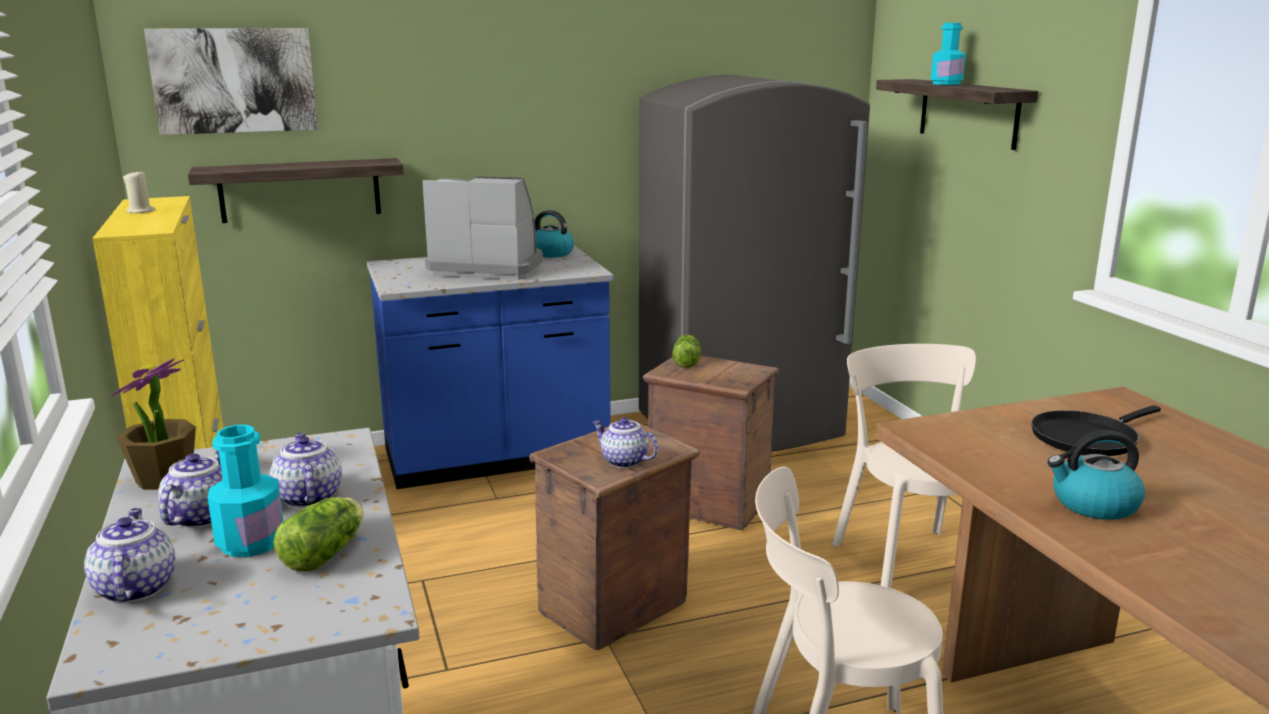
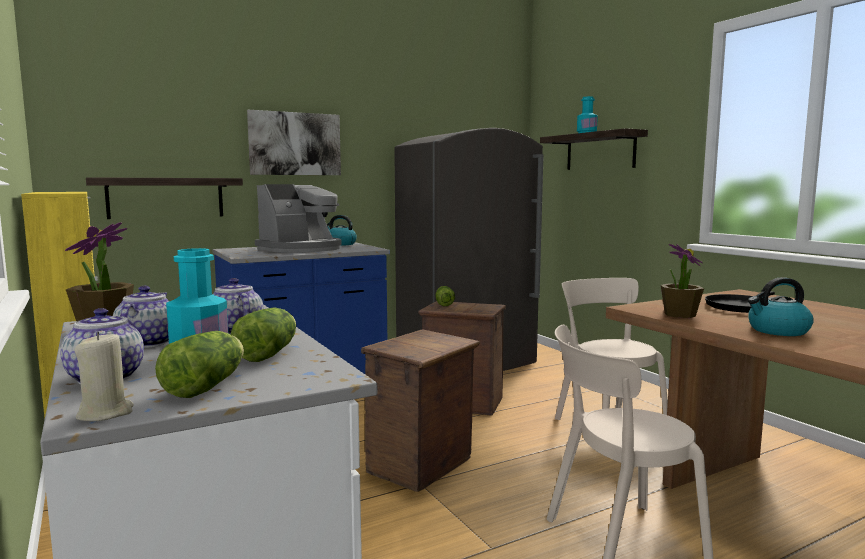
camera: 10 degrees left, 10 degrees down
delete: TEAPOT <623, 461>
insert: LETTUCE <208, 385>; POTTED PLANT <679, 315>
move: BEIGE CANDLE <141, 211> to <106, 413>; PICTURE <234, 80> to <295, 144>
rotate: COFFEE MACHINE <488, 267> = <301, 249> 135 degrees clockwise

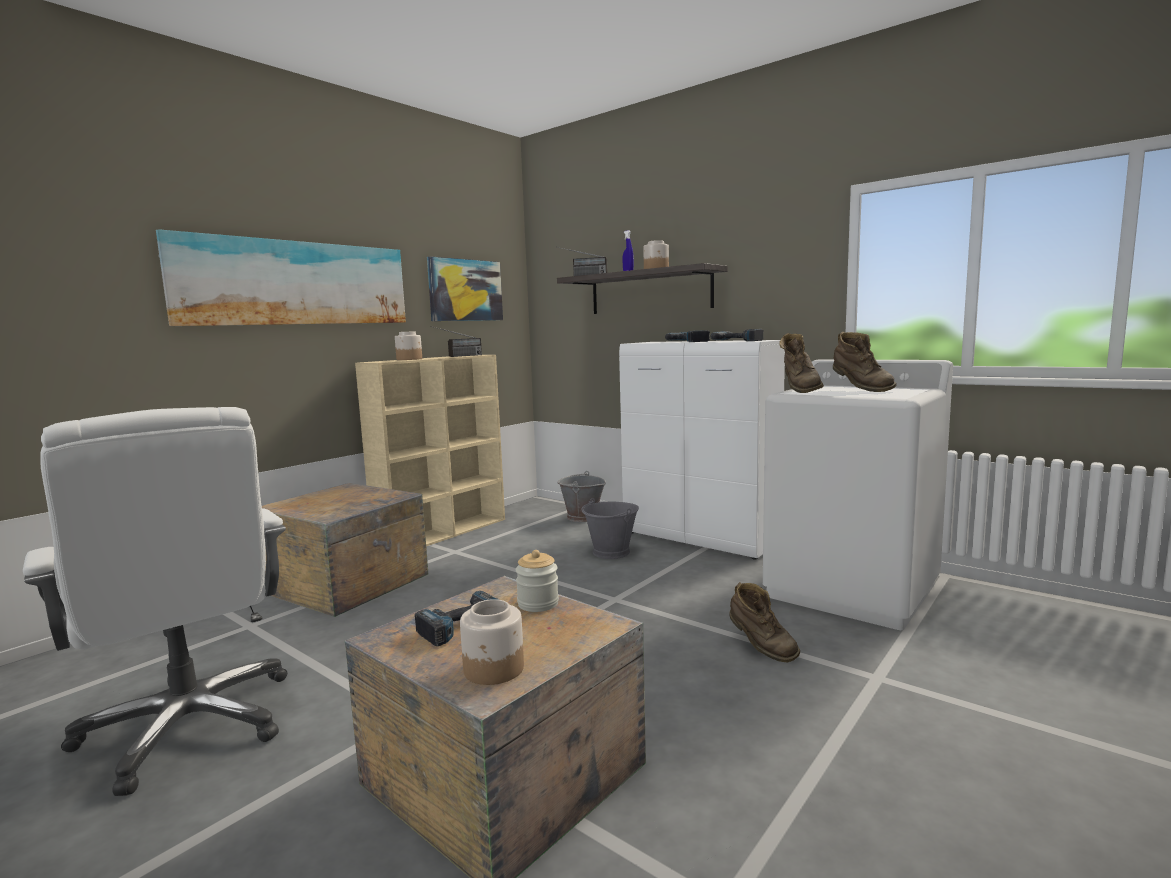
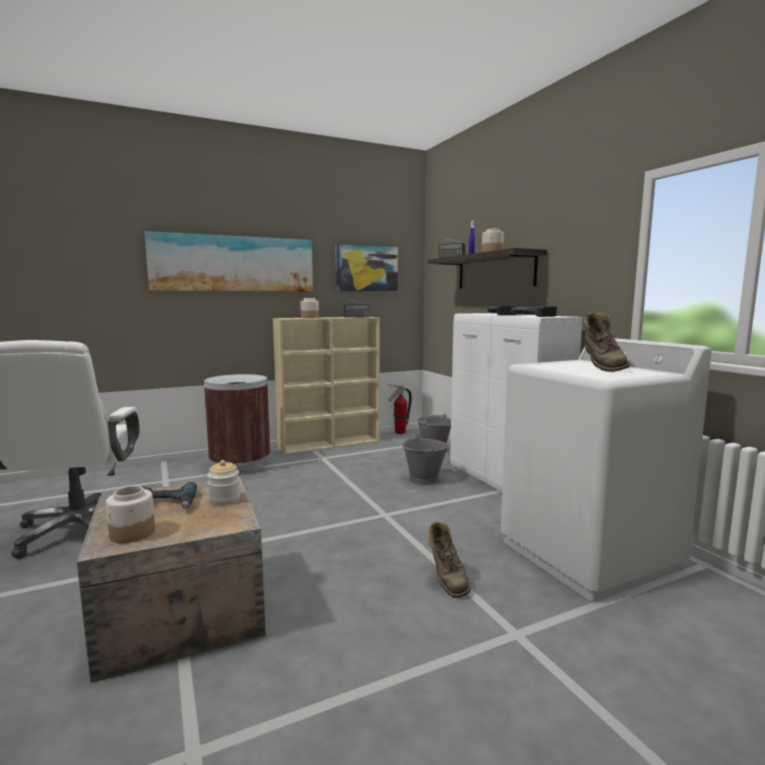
camera: 25 degrees right, 0 degrees up
delete: BROWN BOOT <799, 390>
insert: FIRE EXTINGUISHER <399, 432>
replace: CRATE <347, 582> to BROWN TRASH CAN <240, 465>

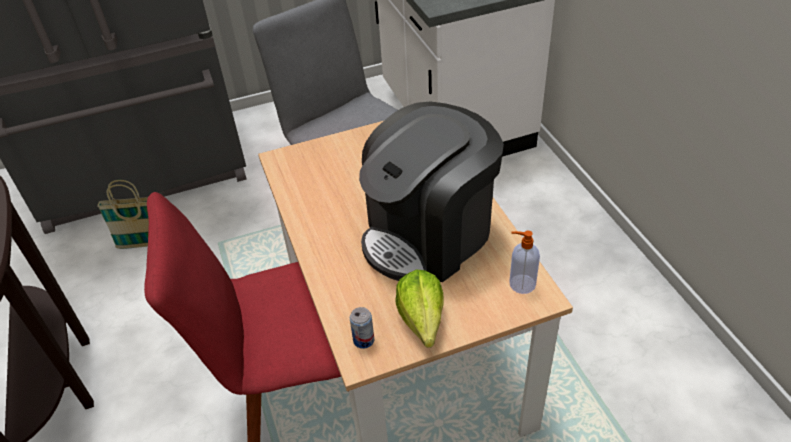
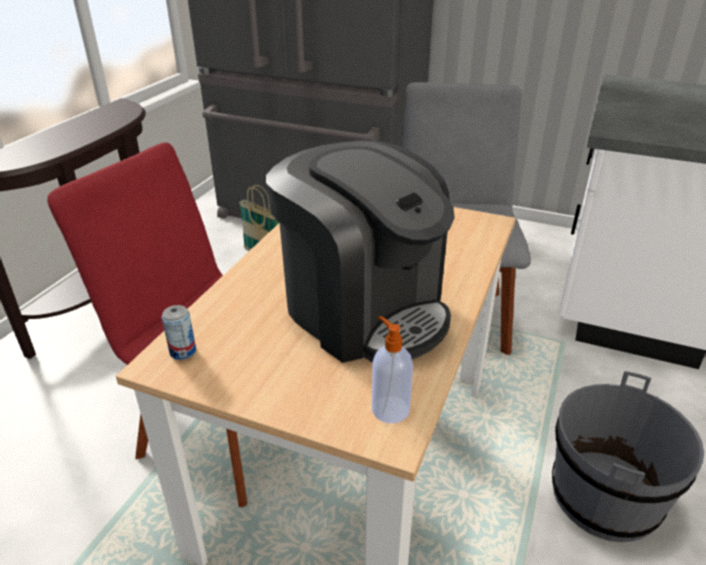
camera: 40 degrees right, 10 degrees down
delete: LETTUCE <421, 326>
insert: GREY BUCKET <604, 496>
rotate: COFFEE MACHINE <429, 235> = <363, 310> 135 degrees counterclockwise

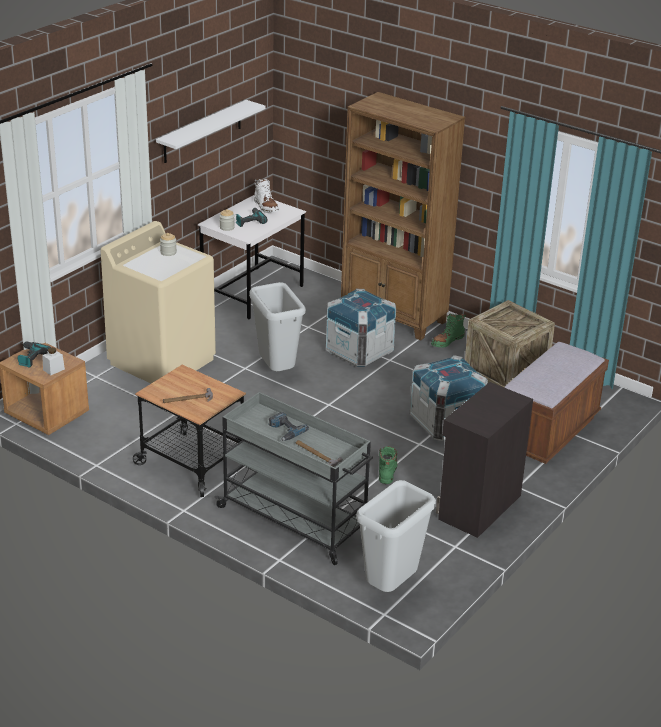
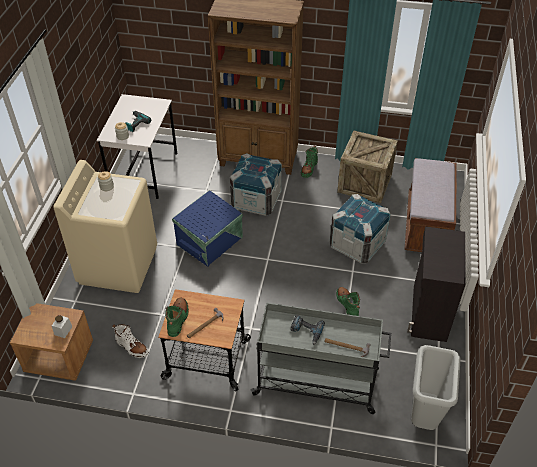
camera: 25 degrees left, 15 degrees up
delete: POWER DRILL <30, 357>; WHITE SHELF <202, 131>
insert: GREEN BOOT <178, 319>
move: WHITE BOOT <266, 207> to <132, 347>
replace: GREY TRASH CAN <277, 371> to BLUE STORAGE BOX <211, 241>

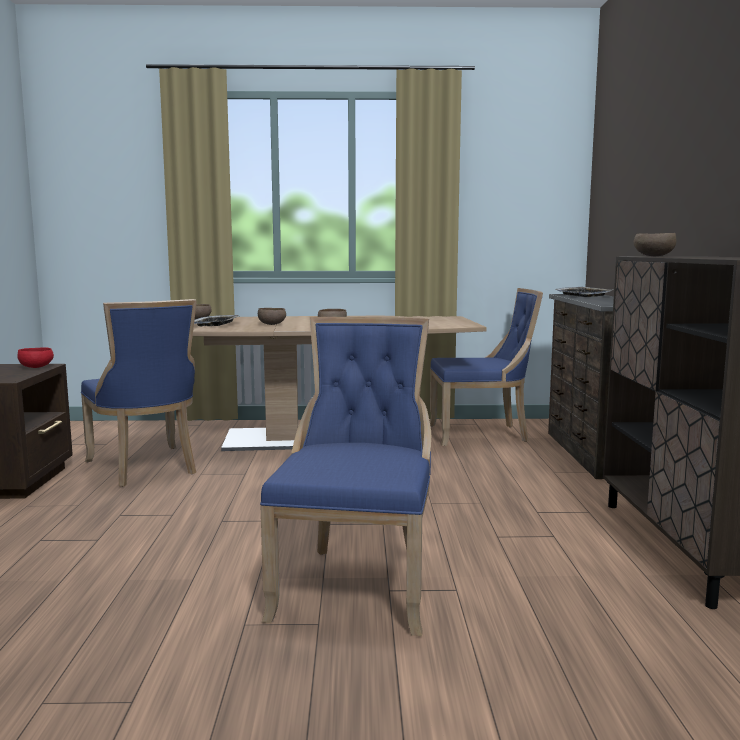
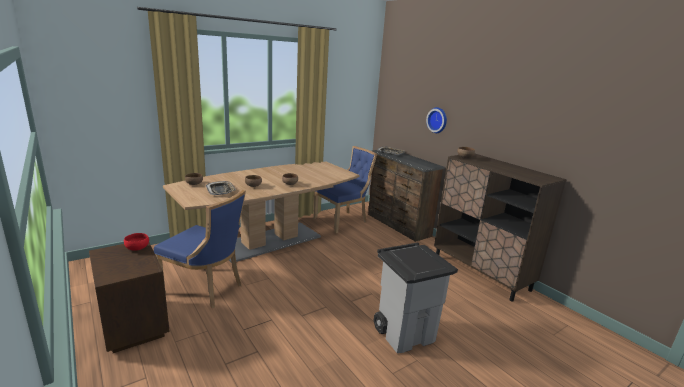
camera: 35 degrees left, 10 degrees up
insert: WALL CLOCK <438, 120>
replace: BLUE CHAIR <357, 584> to GREY TRASH CAN <405, 333>

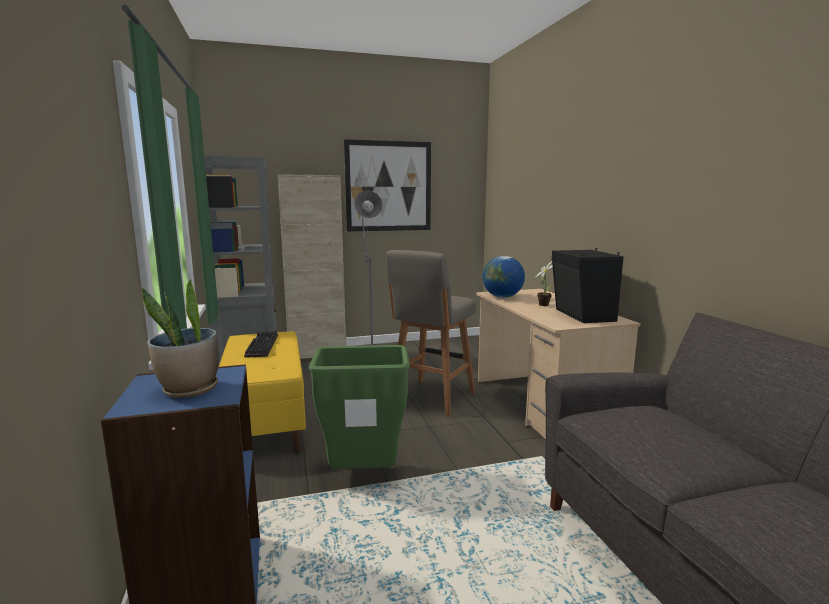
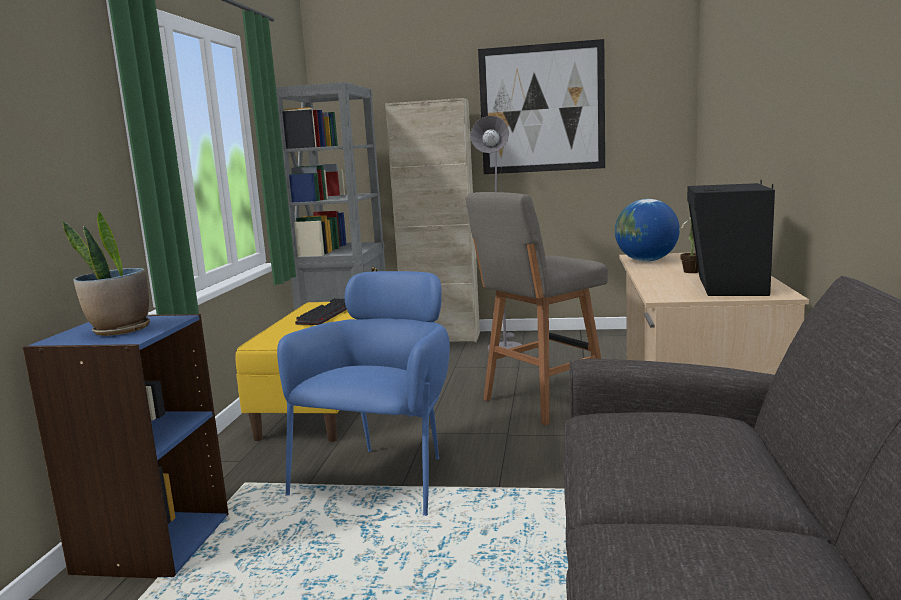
camera: 25 degrees right, 0 degrees up
replace: GREEN TRASH CAN <365, 475> to BLUE ARMCHAIR <383, 475>

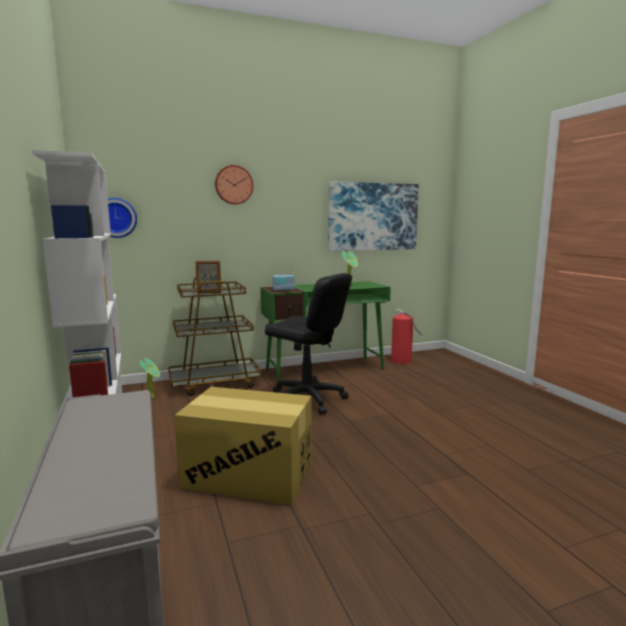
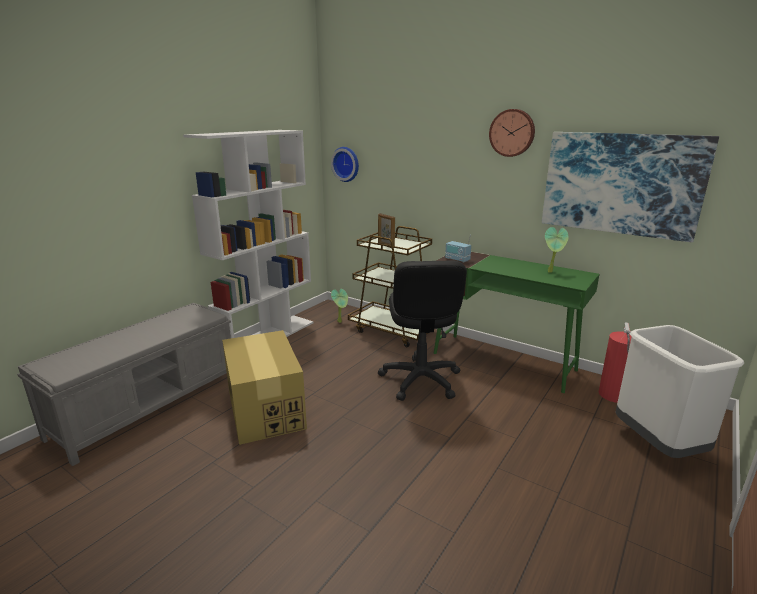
camera: 55 degrees right, 10 degrees up
insert: WHITE TRASH CAN <658, 444>
move: WALL CLOCK <233, 185> to <512, 133>

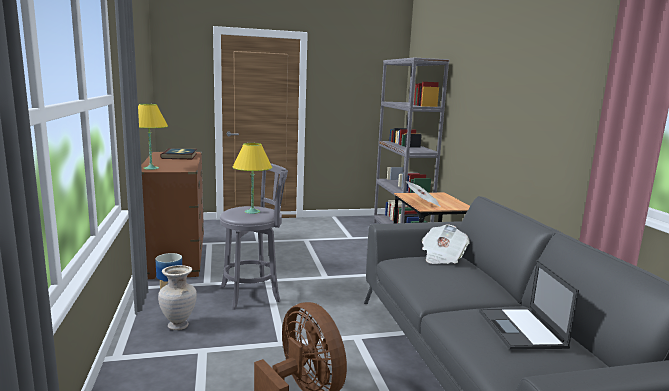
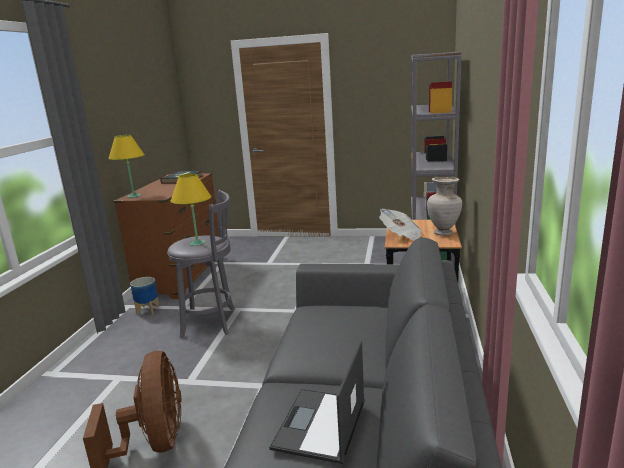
camera: 25 degrees right, 5 degrees up
delete: NEWSPAPER <442, 257>
move: BEIGE VASE <179, 325> to <444, 233>

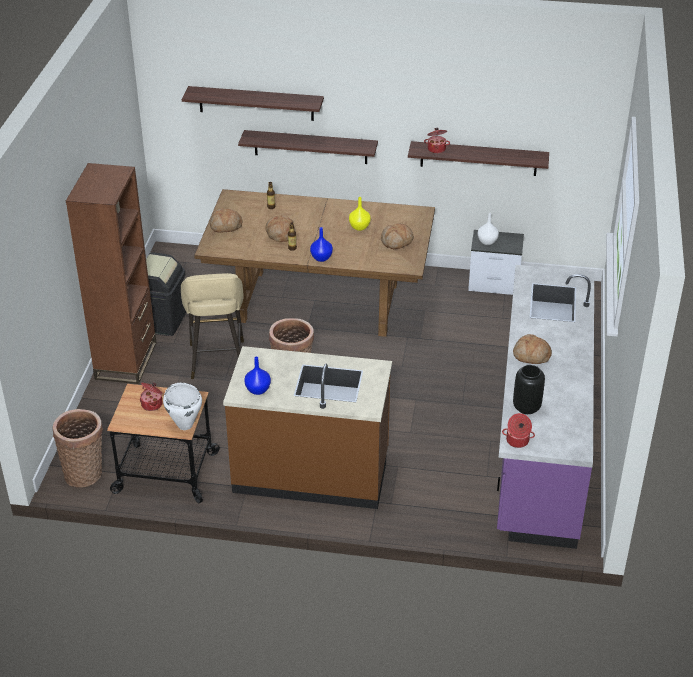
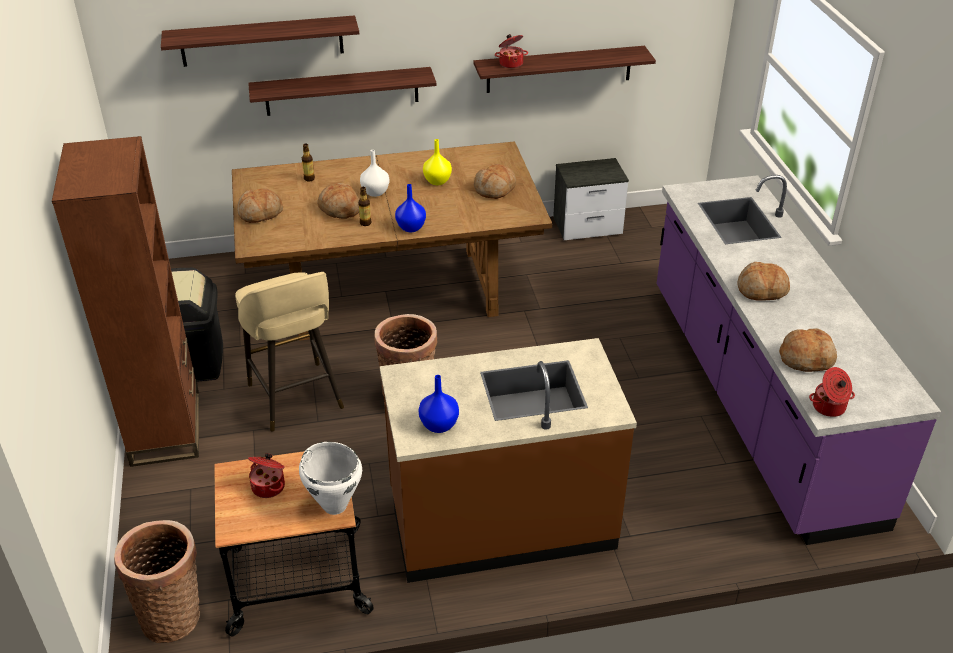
camera: 20 degrees left, 0 degrees up
move: WHITE VASE <487, 242> to <376, 192>
replace: BLACK VASE <527, 407> to BREAD <806, 358>

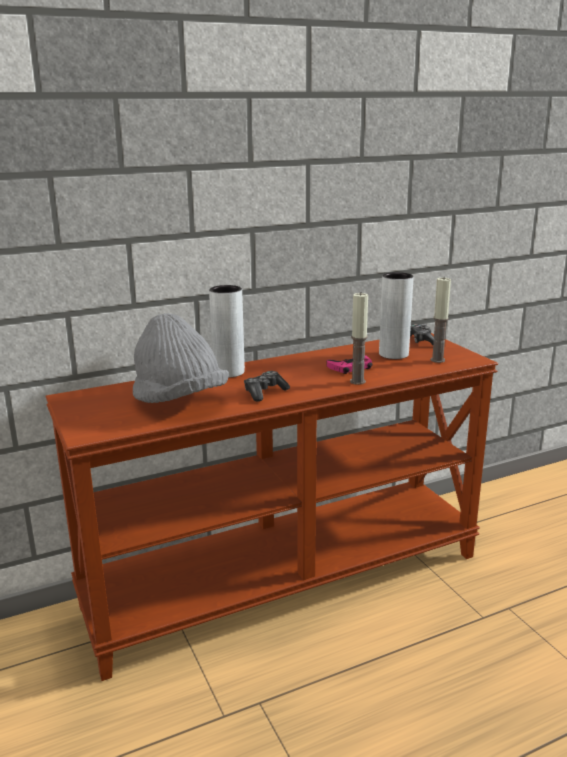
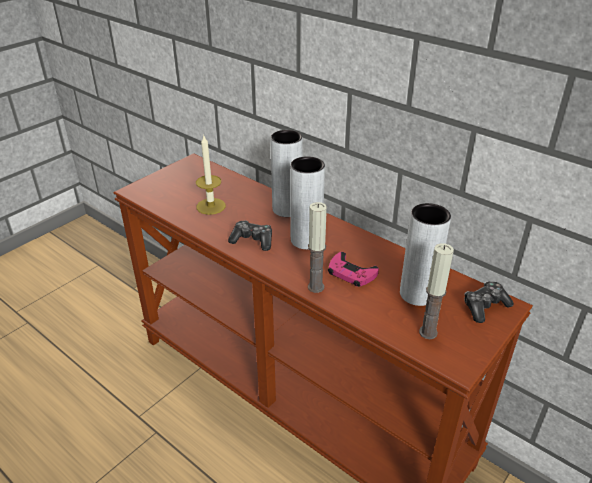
camera: 65 degrees right, 15 degrees up
insert: GREY VASE <306, 240>
replace: GREY HAT <179, 401> to CANDLE <211, 206>

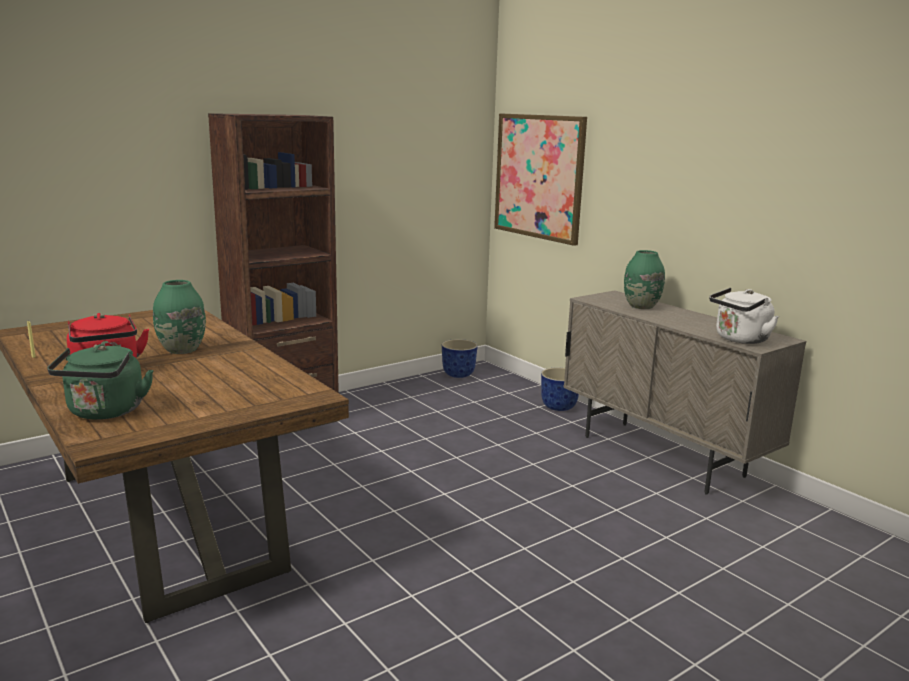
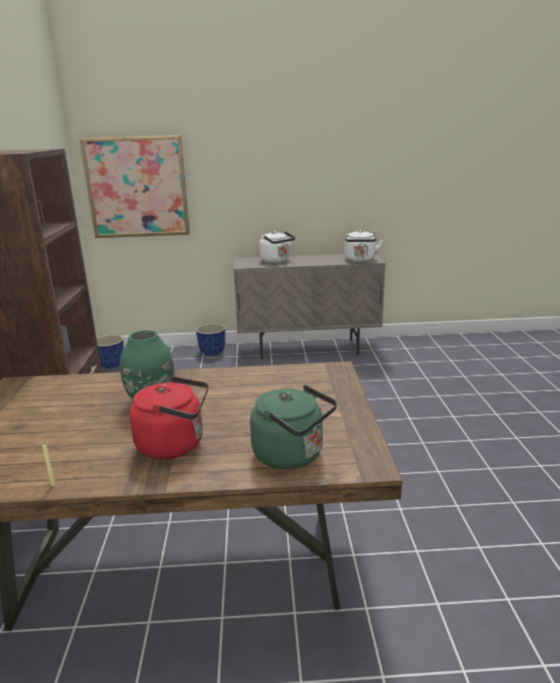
camera: 55 degrees left, 5 degrees up
replace: GREEN VASE <641, 306> to WHITE KETTLE <277, 261>

